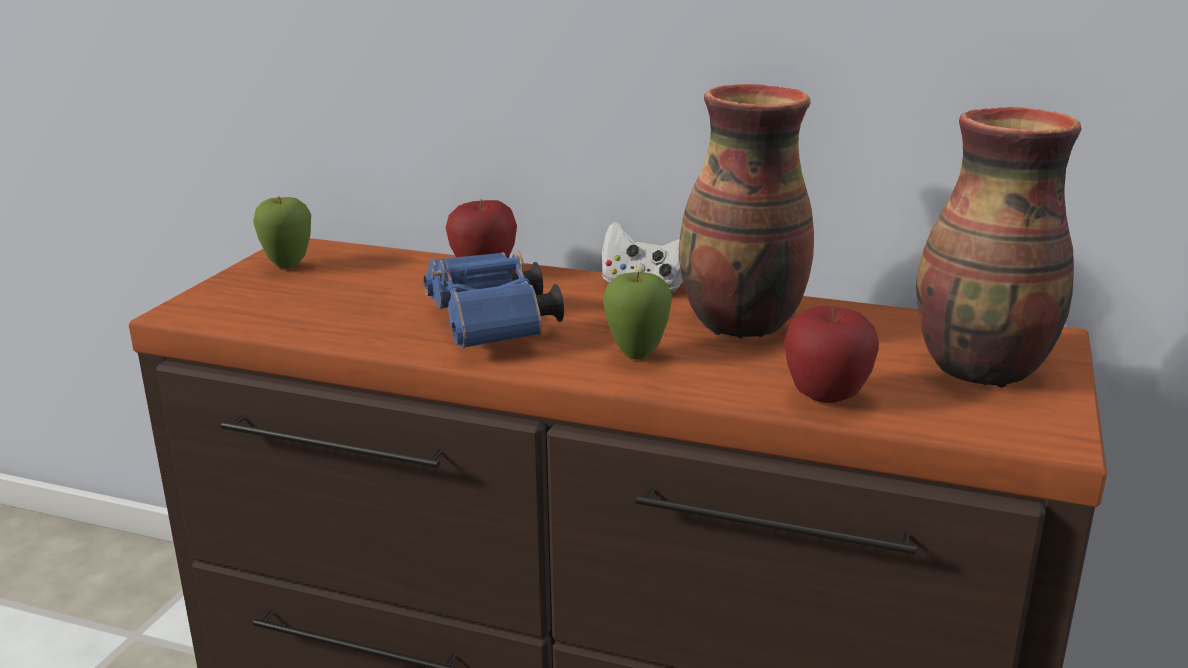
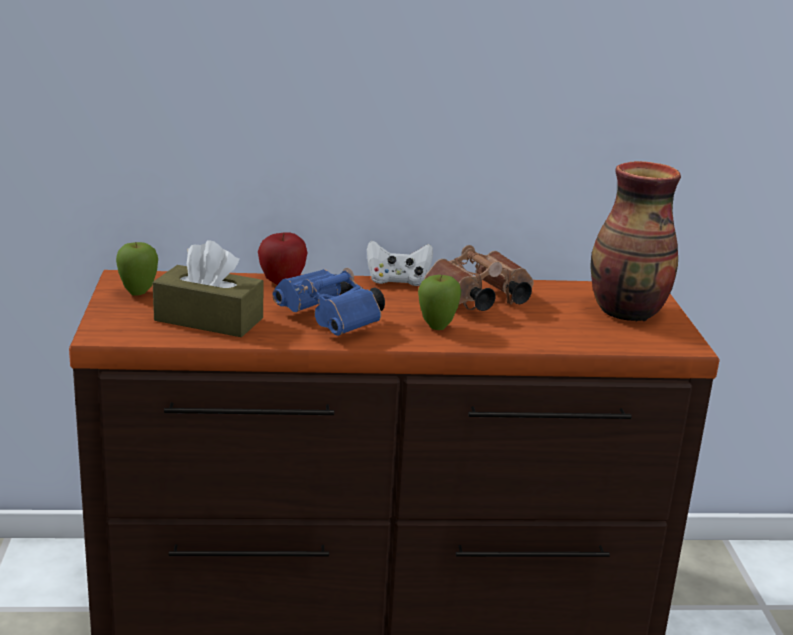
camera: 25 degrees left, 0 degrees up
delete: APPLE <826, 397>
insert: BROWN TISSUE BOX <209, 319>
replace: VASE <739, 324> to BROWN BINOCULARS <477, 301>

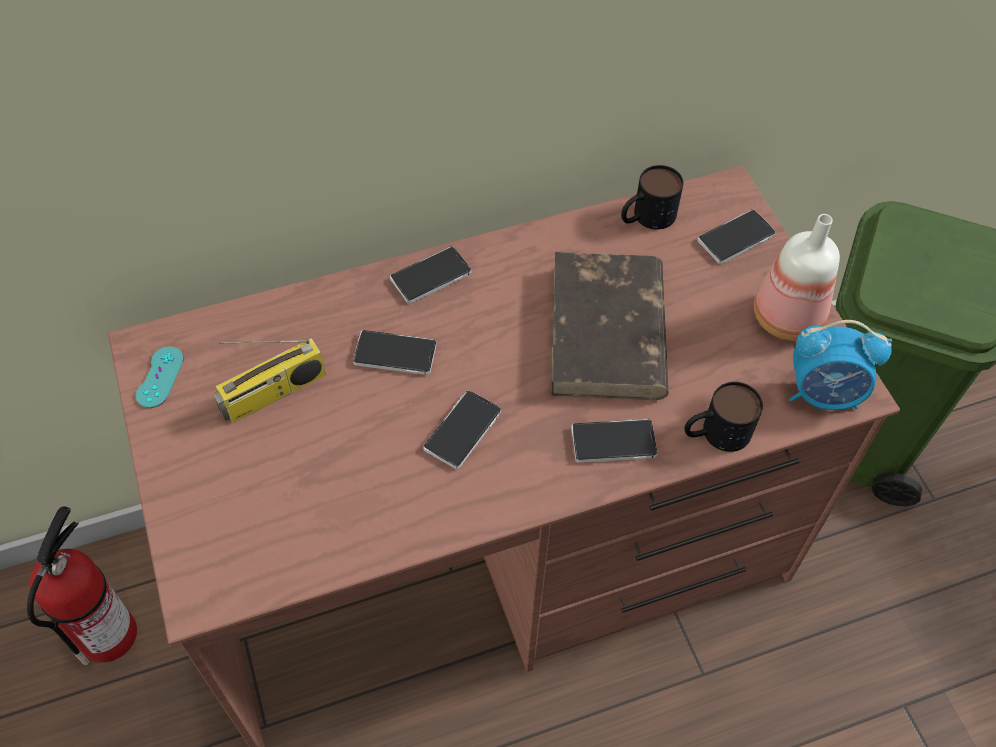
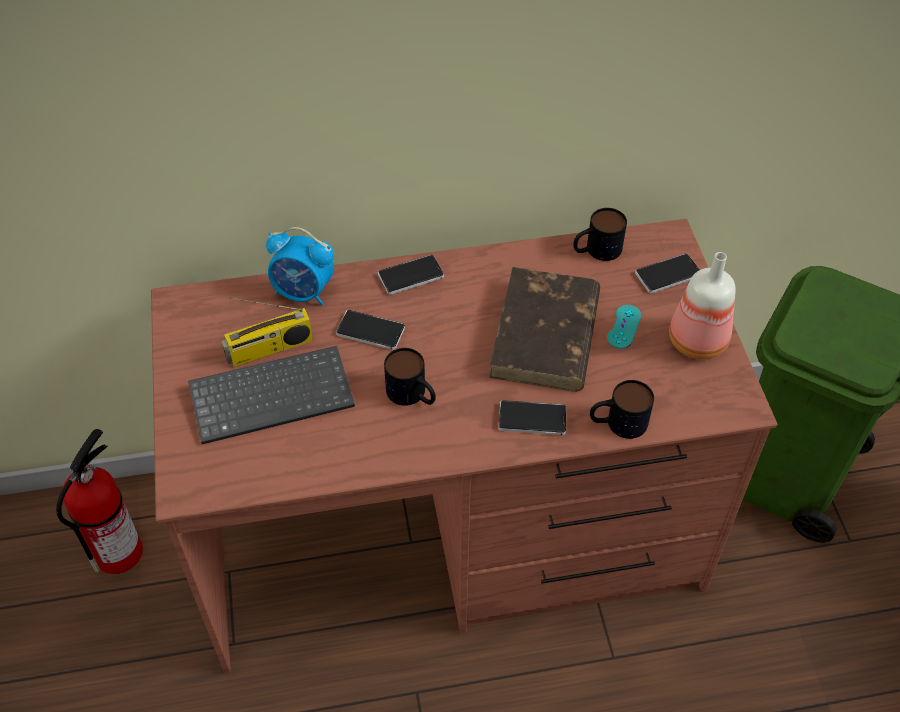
camera: 10 degrees right, 5 degrees down
insert: KEYBOARD <273, 394>
move: ALARM CLOCK <824, 393> to <303, 292>; TURQUOISE GAME CONTROLLER <160, 377> to <624, 327>
replace: PHONE <462, 430> to MUG <412, 395>

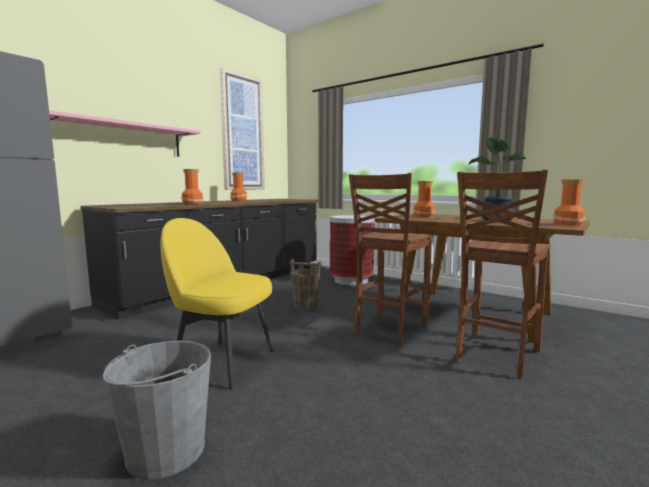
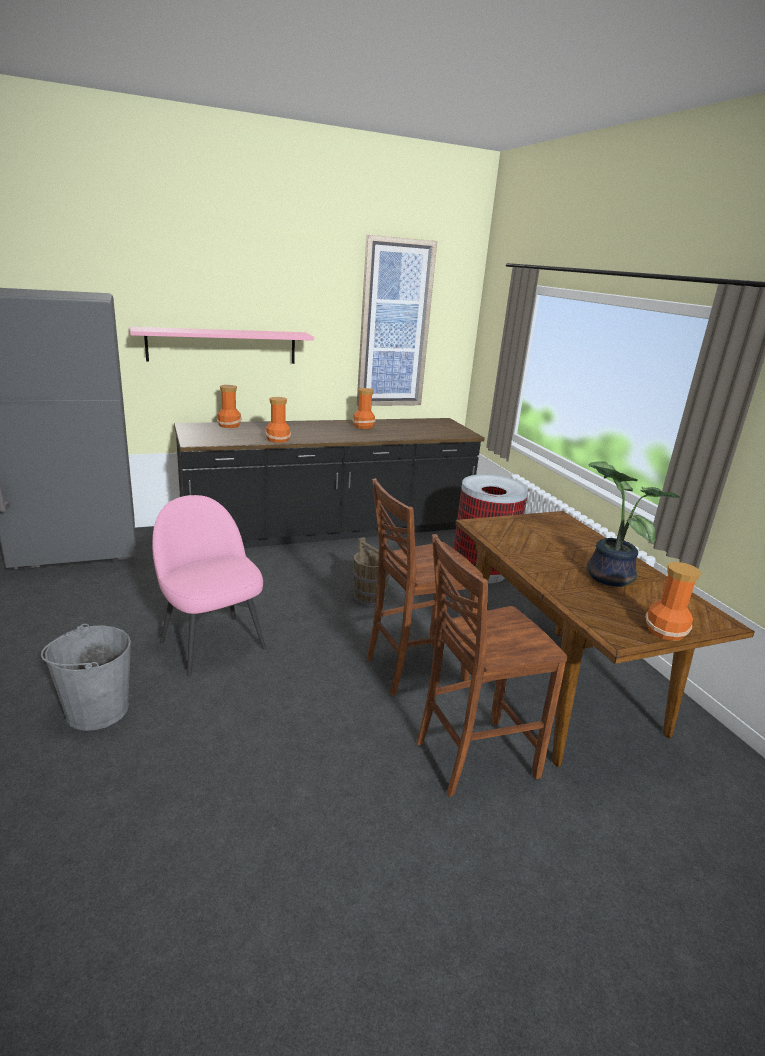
camera: 30 degrees right, 15 degrees up
move: VASE <423, 216> to <230, 425>
recolor: YELLOW CHAIR <222, 362> to PINK CHAIR <211, 643>

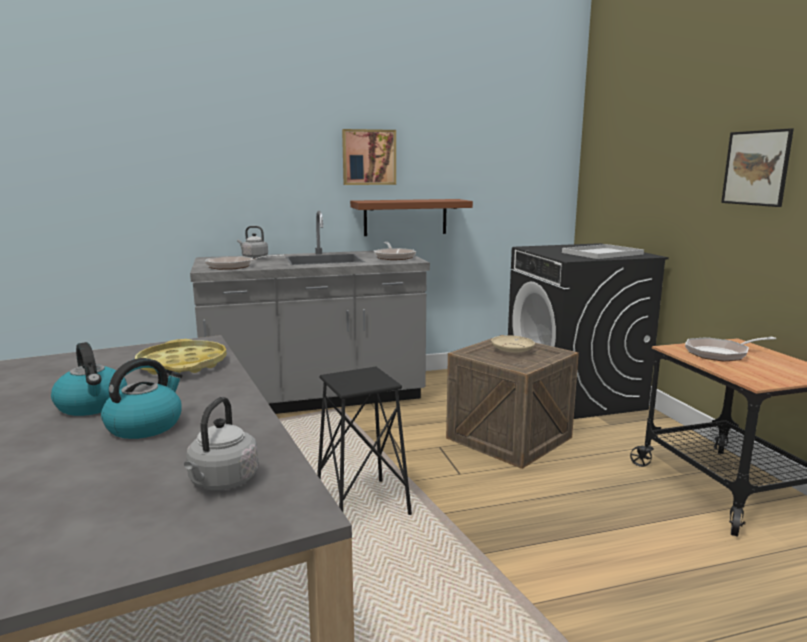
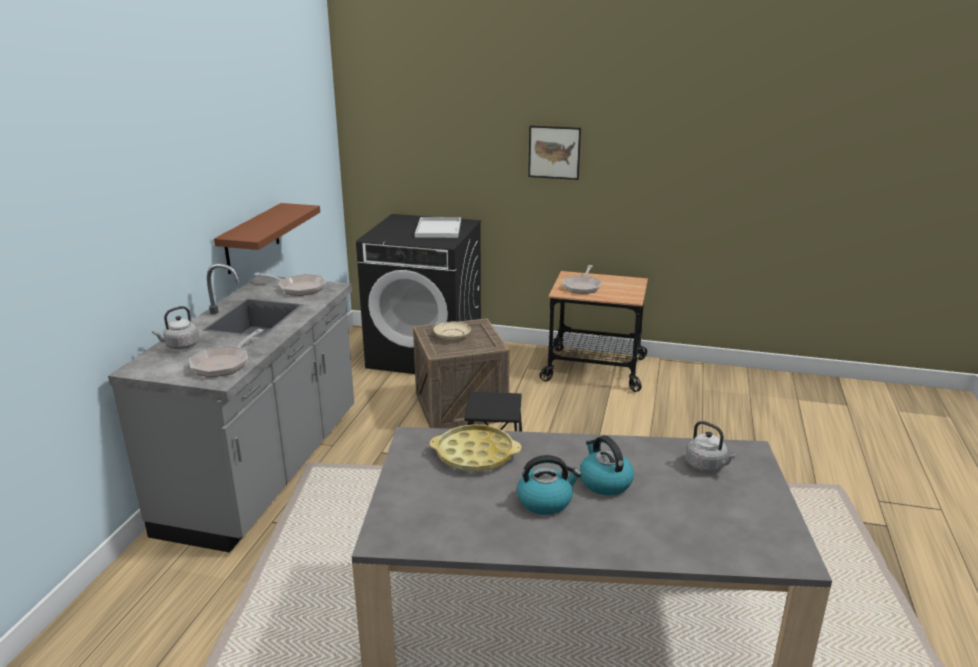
camera: 60 degrees left, 10 degrees up
delete: PICTURE <369, 157>

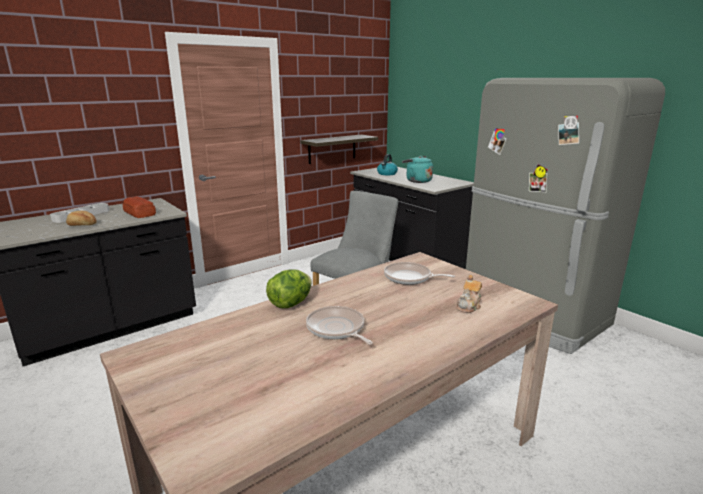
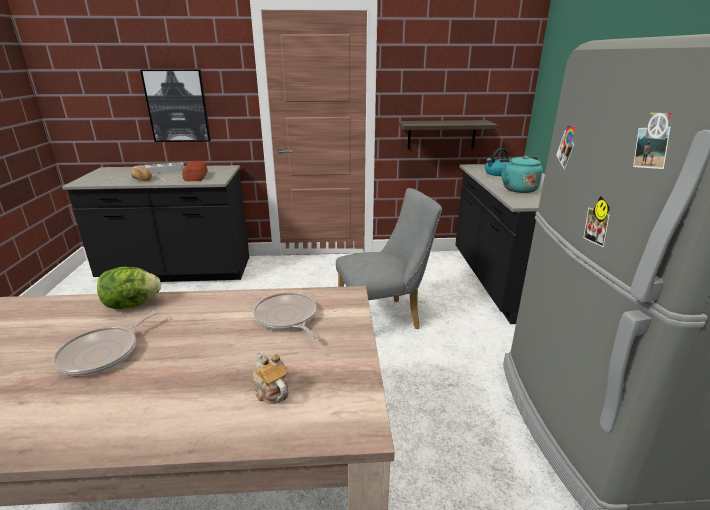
camera: 35 degrees right, 5 degrees up
insert: PICTURE <177, 106>
rotate: FRYING PAN <337, 329> = <103, 353> 150 degrees counterclockwise; TEAPOT <469, 306> = <271, 390> 75 degrees clockwise

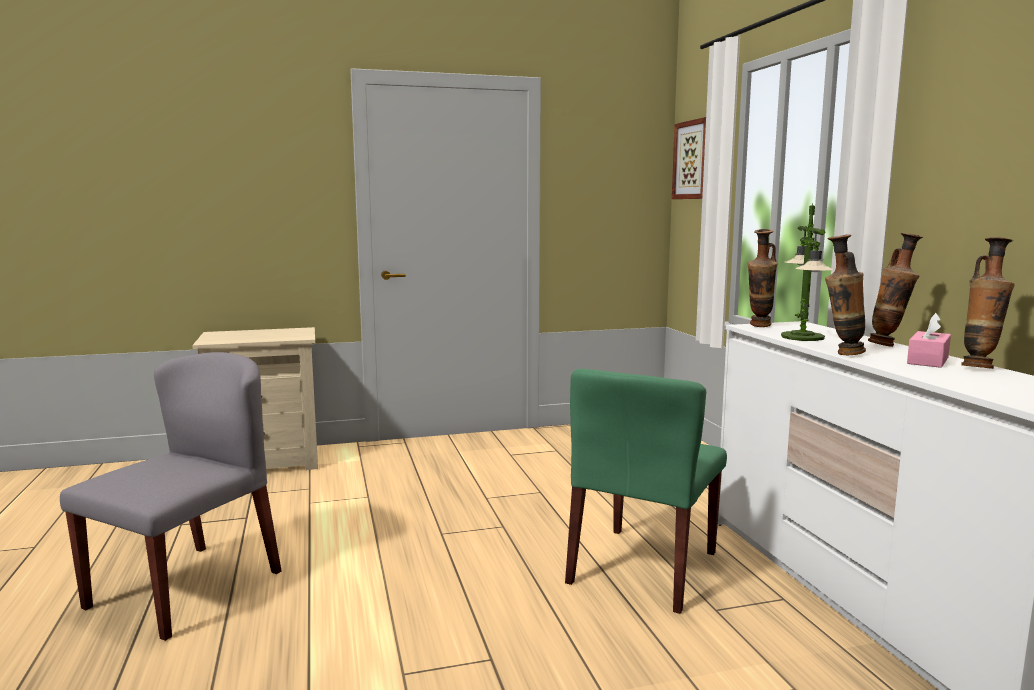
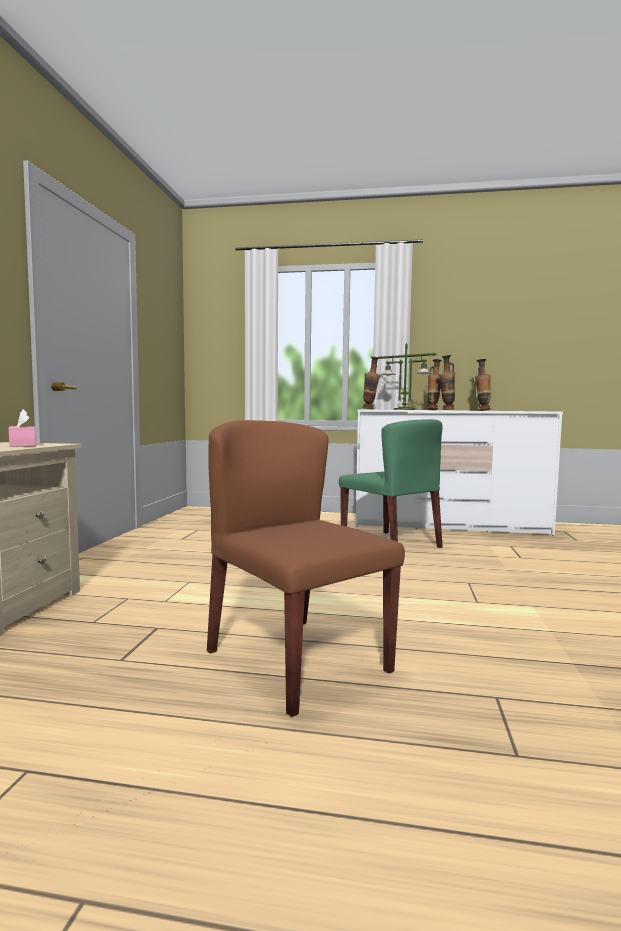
camera: 65 degrees left, 5 degrees down
delete: PICTURE <693, 160>
move: PINK TISSUE BOX <927, 360> to <22, 445>
recolor: GREY CHAIR <187, 588> to BROWN CHAIR <296, 660>

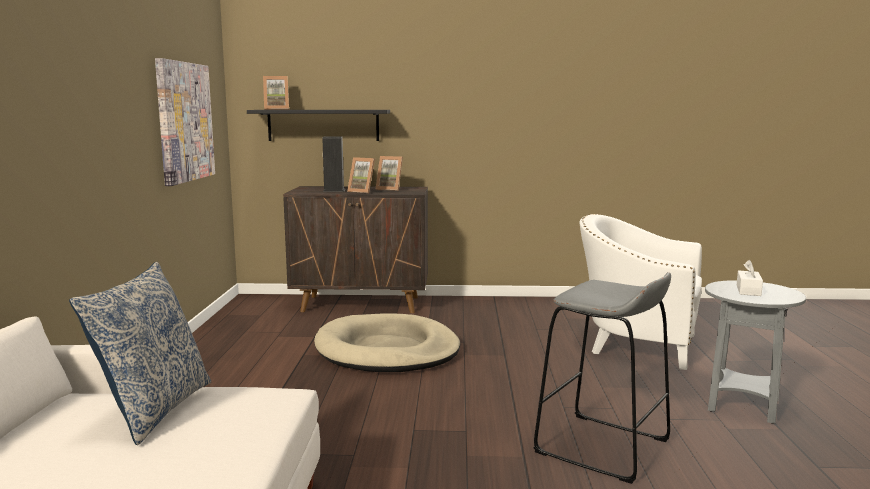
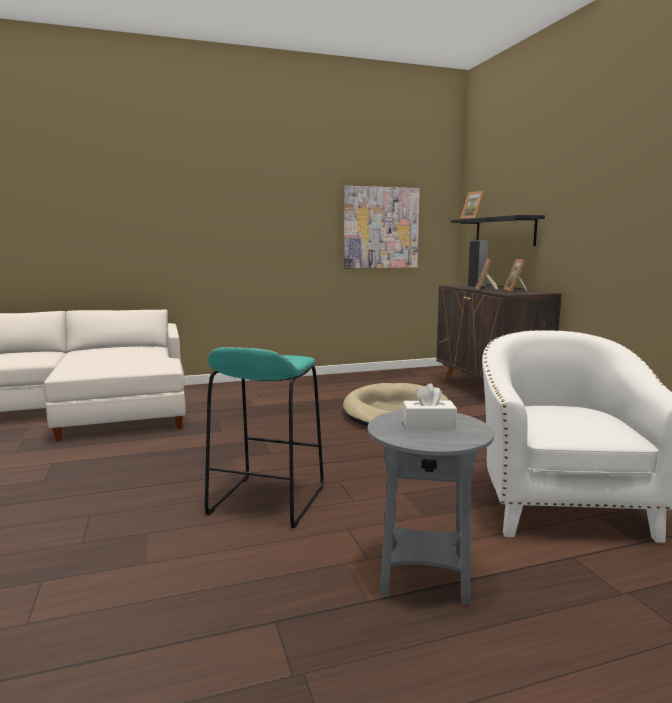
camera: 70 degrees right, 0 degrees up
delete: PILLOW <153, 410>
recolor: GREY STOOL <602, 447> to TURQUOISE STOOL <267, 500>

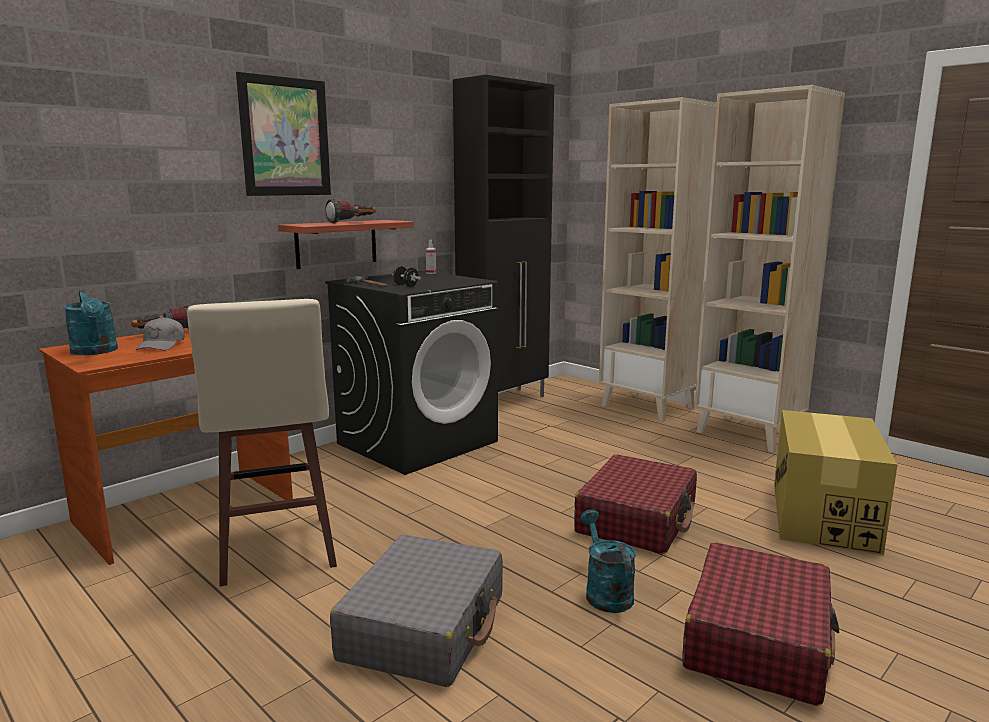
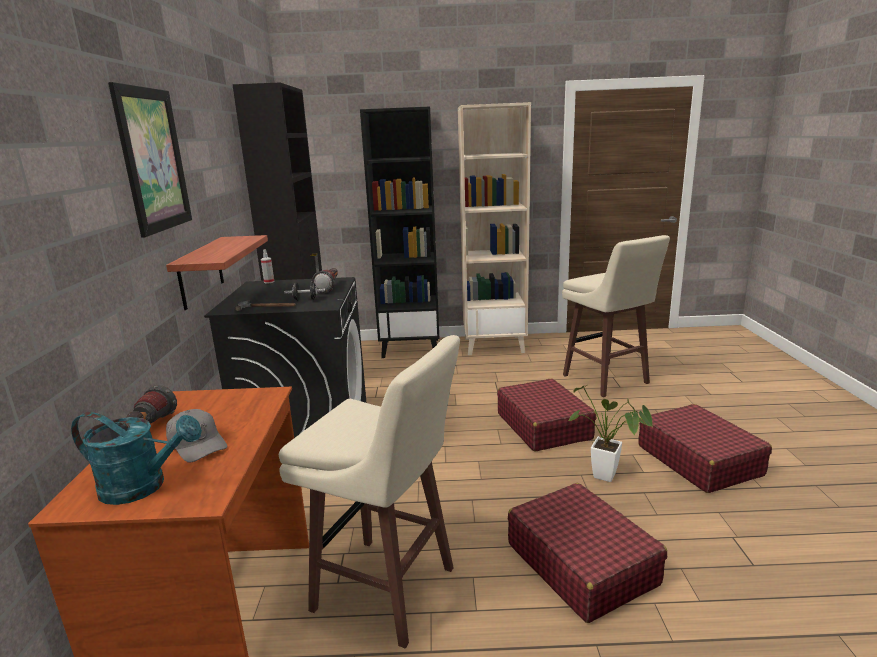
camera: 45 degrees left, 5 degrees up
move: FLASHLIGHT <352, 222> to <329, 287>
replace: CARDBOARD BOX <823, 516> to BEIGE STOOL <606, 380>; TURQUOISE WATERING CAN <605, 592> to POTTED PLANT <610, 477>
recolor: BEIGE BOOKCASE <648, 406> to BLACK BOOKCASE <411, 348>; GREY SUITCASE <425, 627> to RED SUITCASE <581, 563>

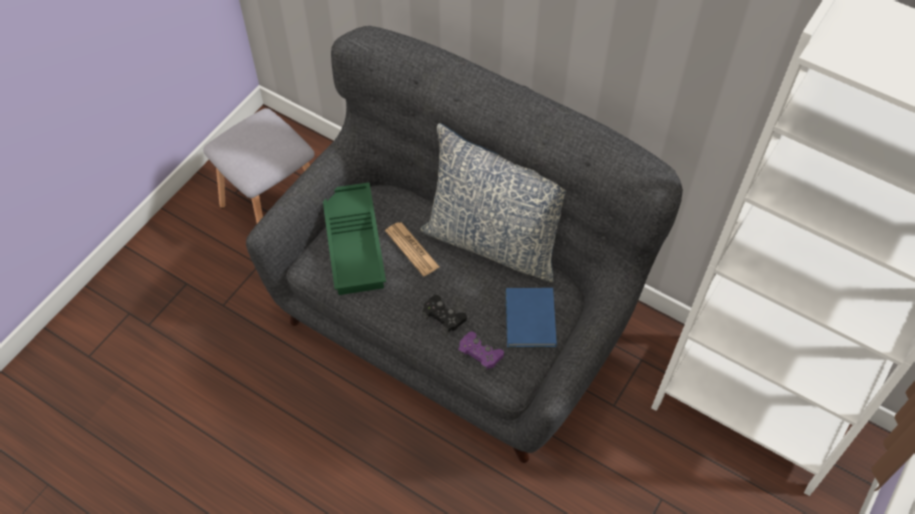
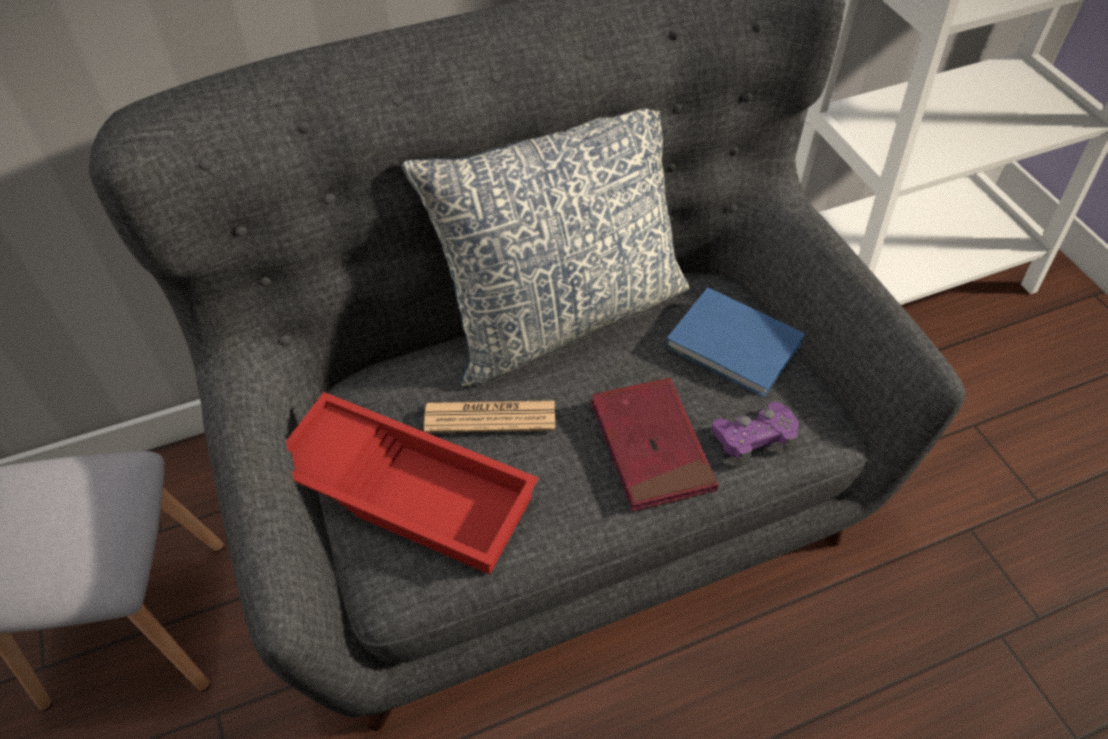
camera: 55 degrees left, 5 degrees down
replace: BLACK GAME CONTROLLER <443, 317> to RED BOOK <651, 446>
recolor: GREEN TRAY <356, 243> to RED TRAY <410, 488>

